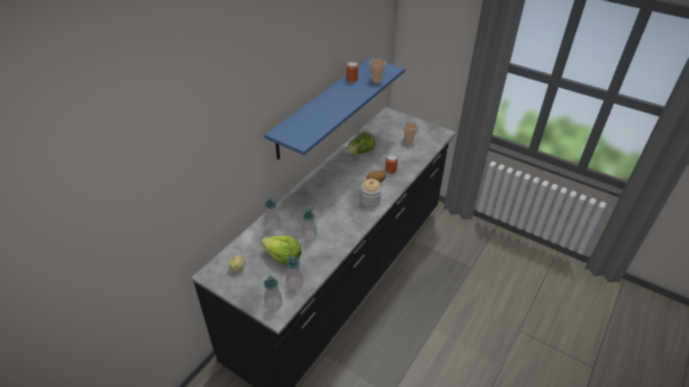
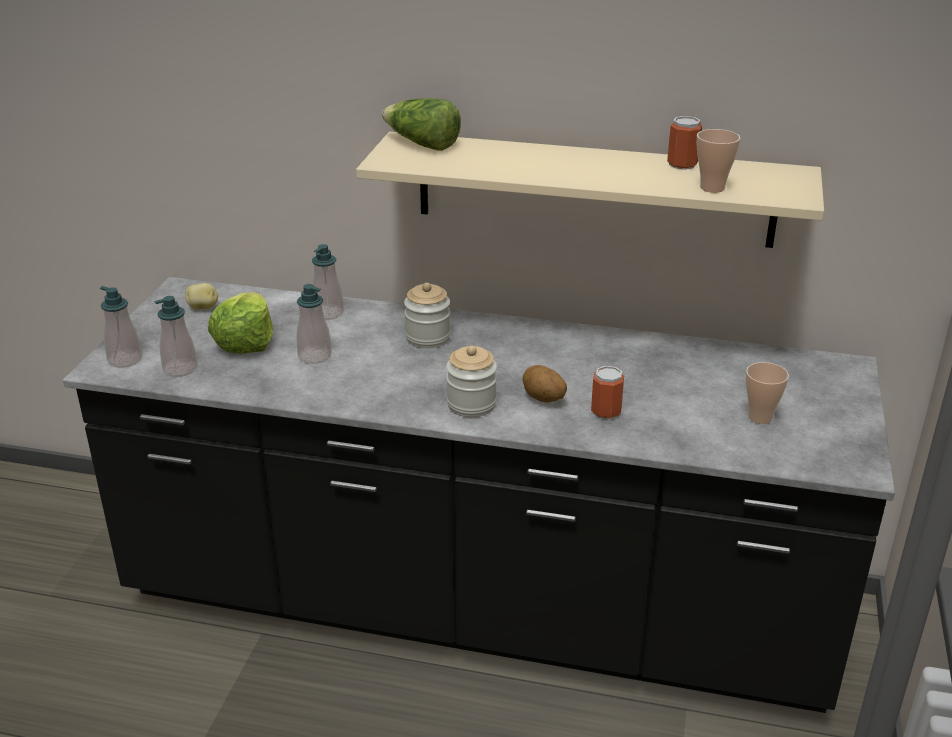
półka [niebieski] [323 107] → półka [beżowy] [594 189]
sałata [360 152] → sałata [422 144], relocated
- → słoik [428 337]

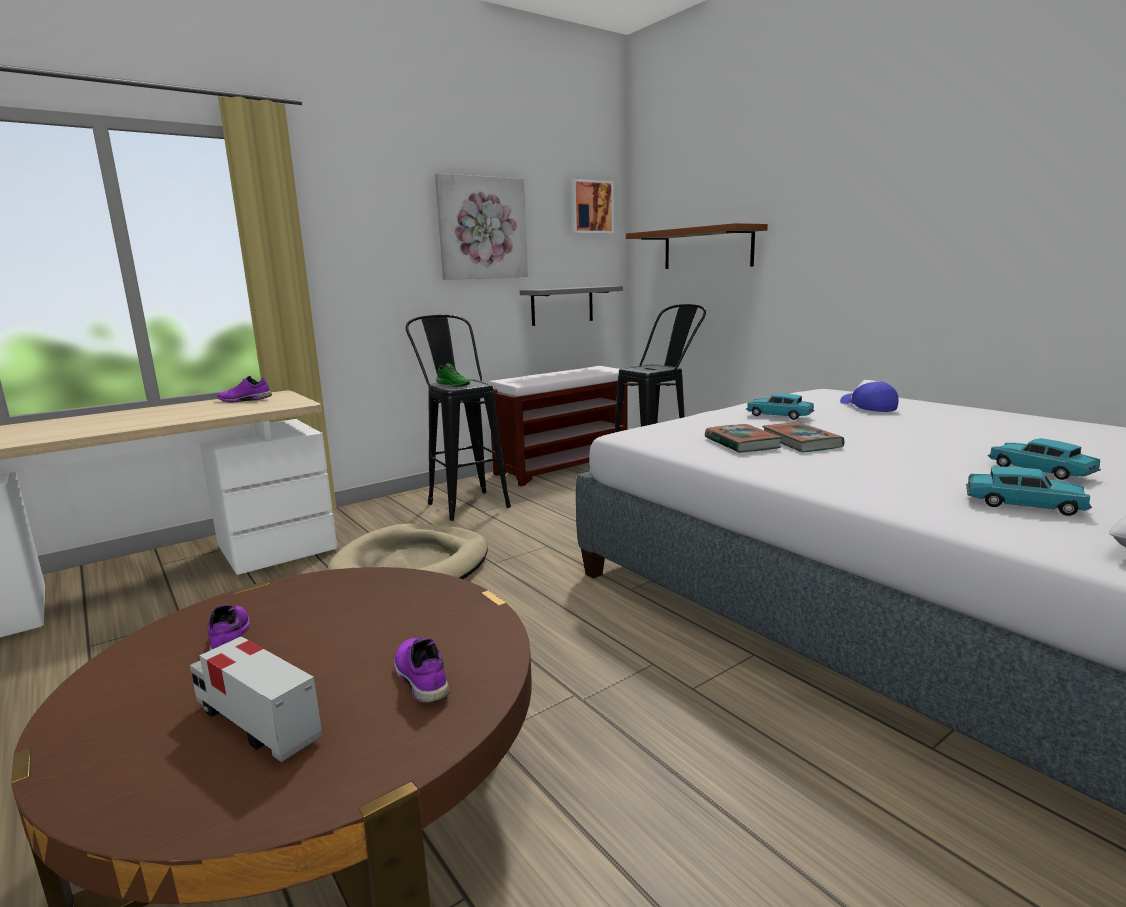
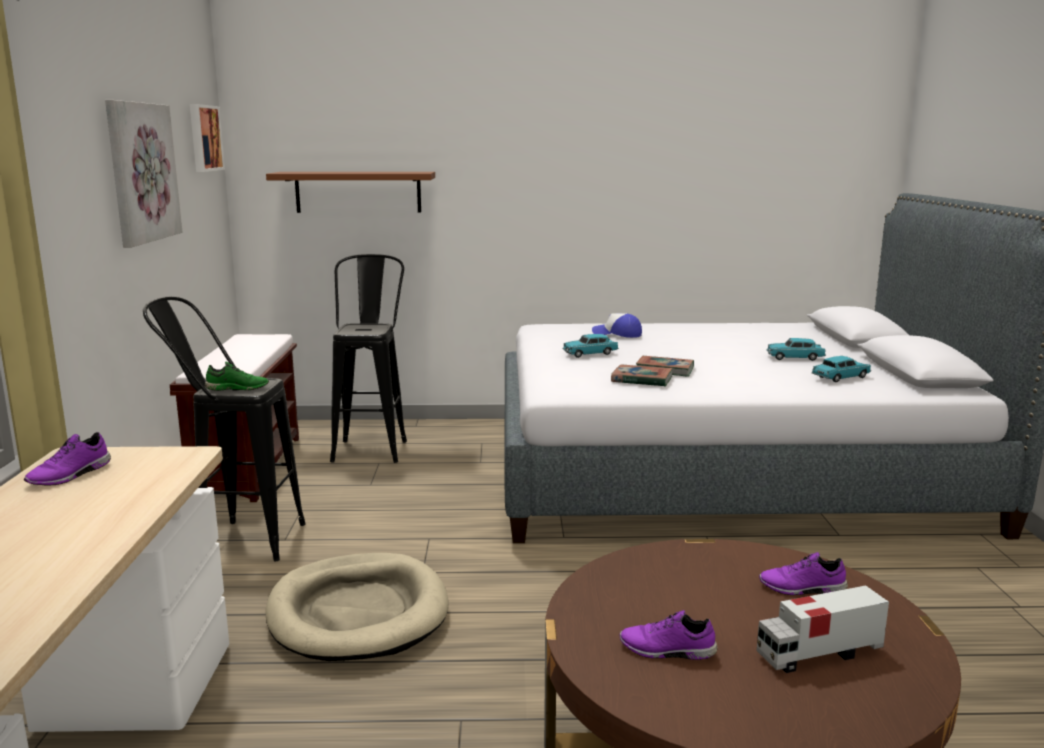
półka [szary] [562 305] → -

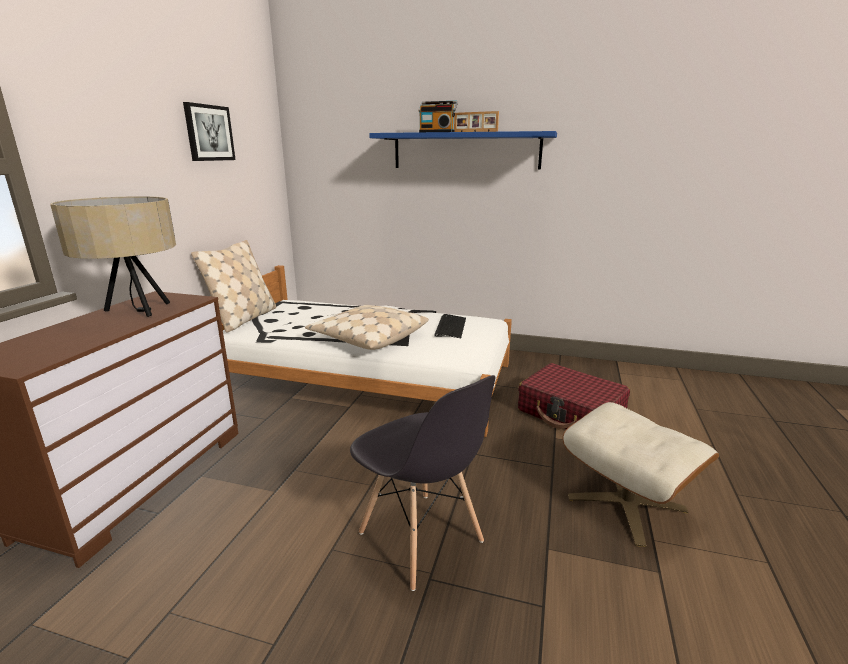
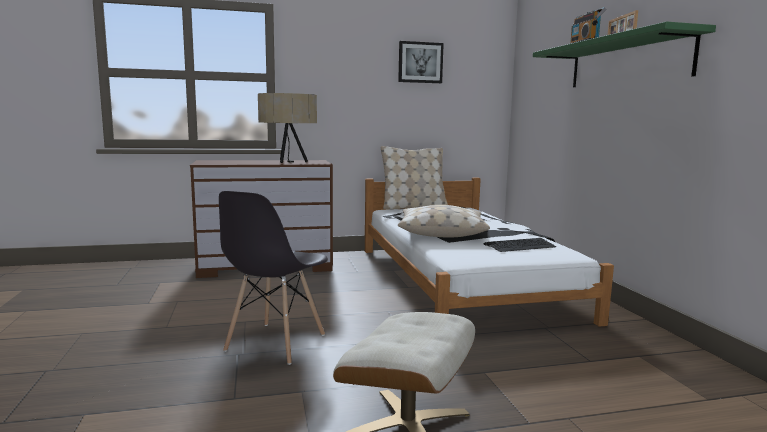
półka [niebieski] [466 151] → półka [zielony] [627 62]
walizka [czerwony] [571 413] → -

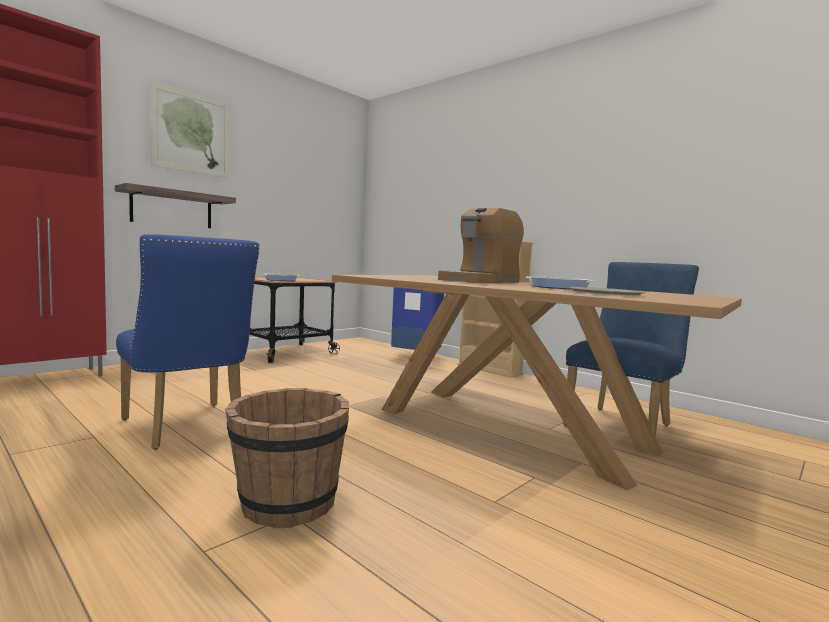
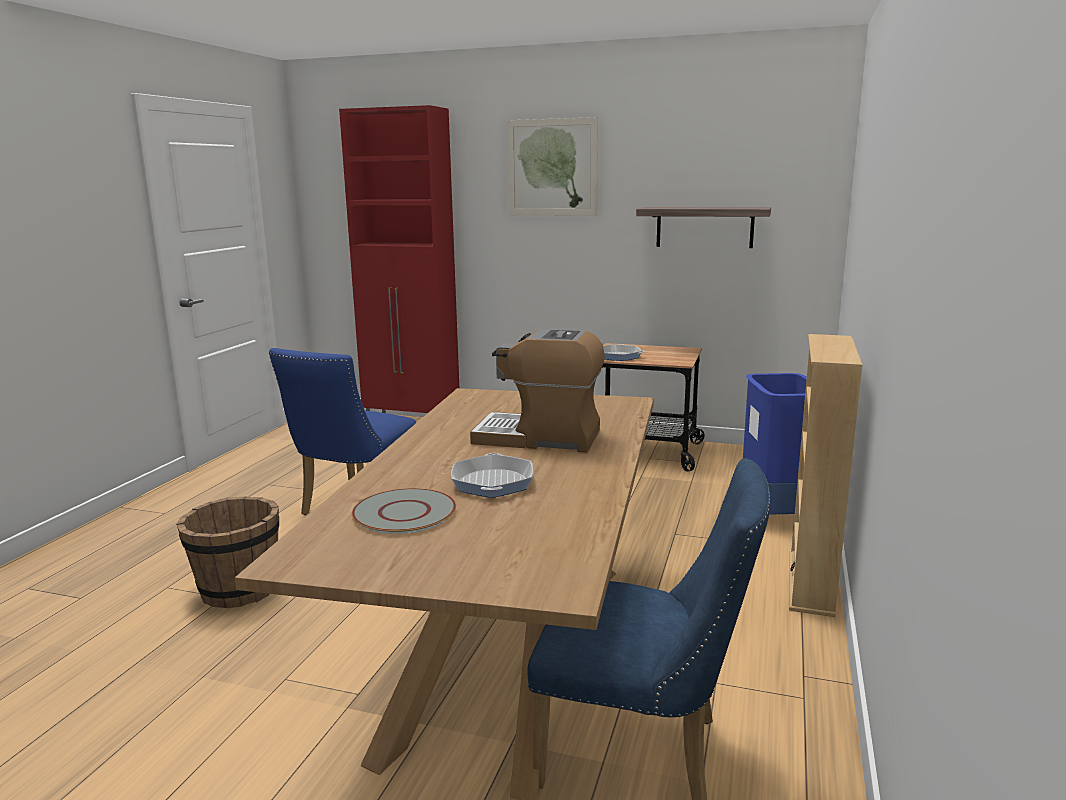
półka [172 209] → półka [704 227], relocated

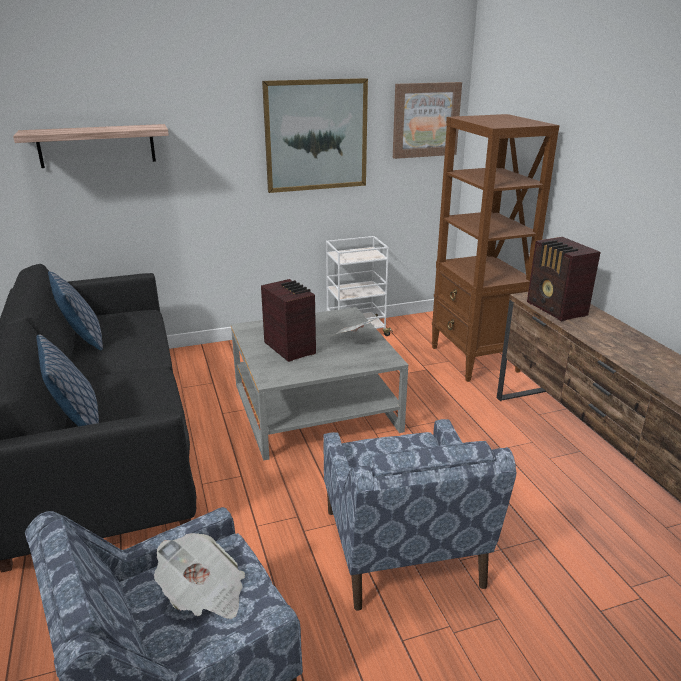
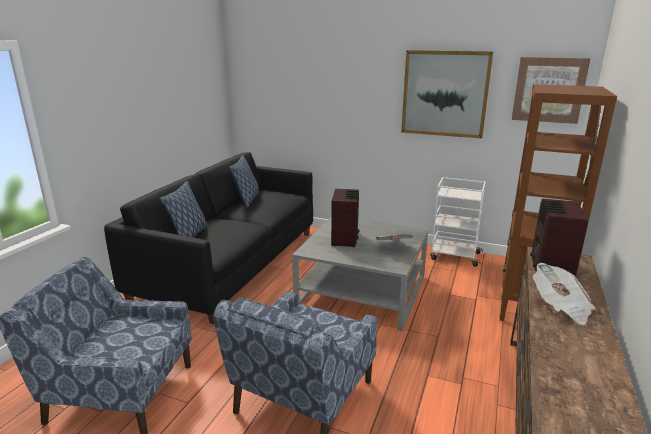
półka [96 146] → -
gazeta [204 593] → gazeta [560 307], relocated

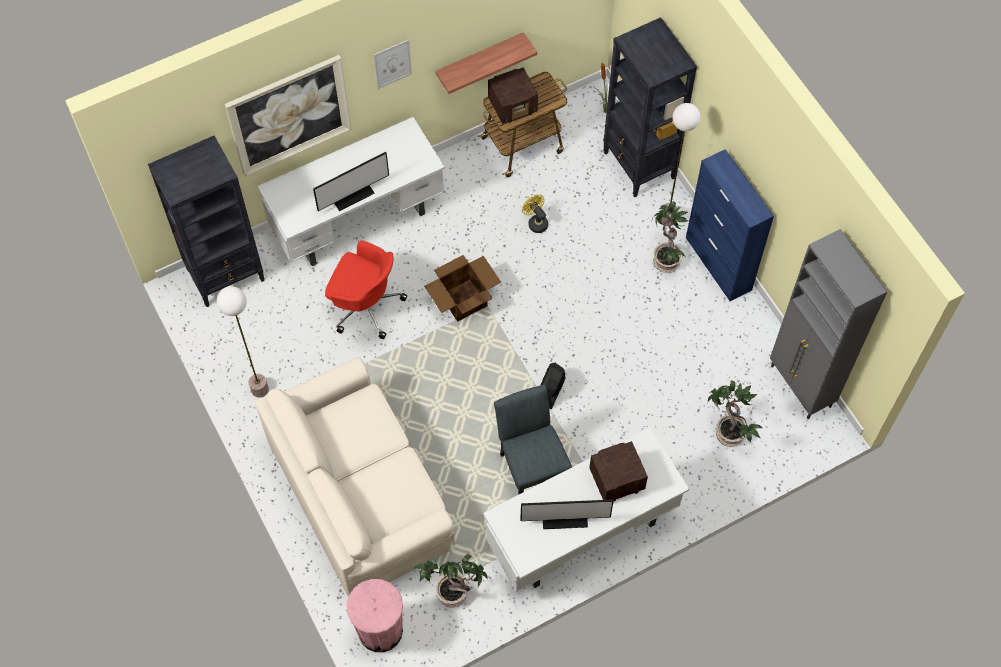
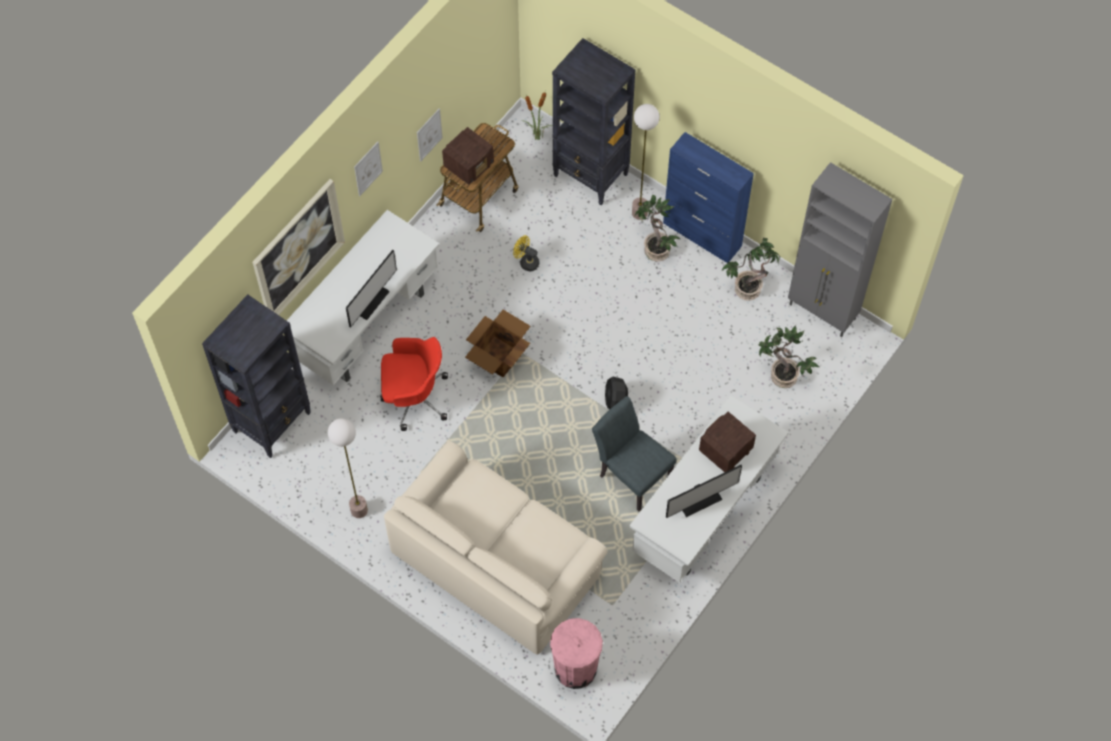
półka [479 59] → obraz [429 134]
roślina doniczkowa [453 592] → roślina doniczkowa [748 288], relocated

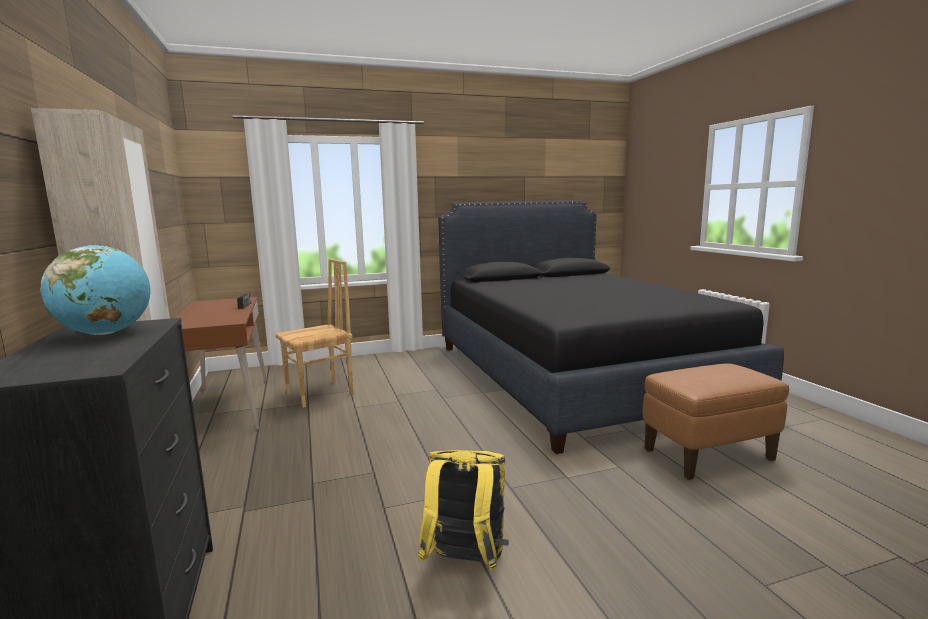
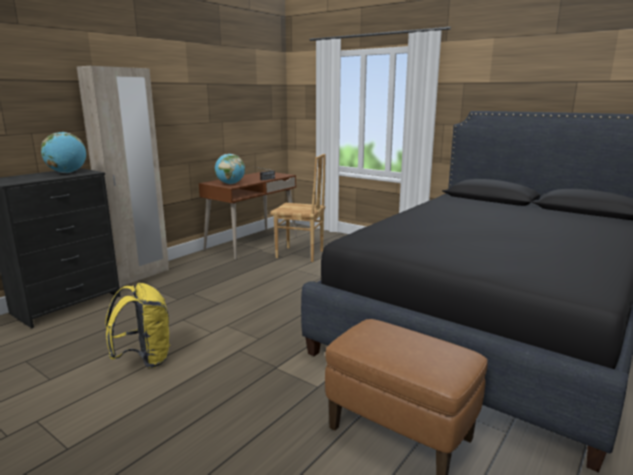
- → globus [230 184]

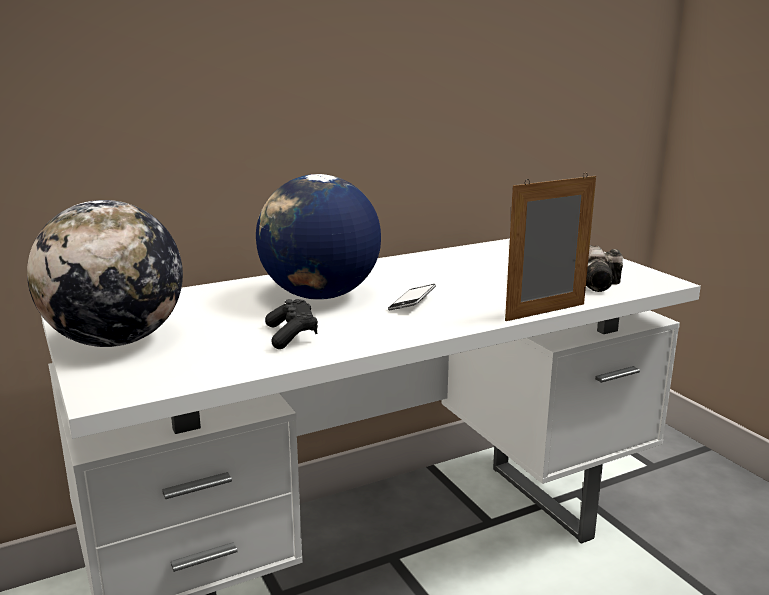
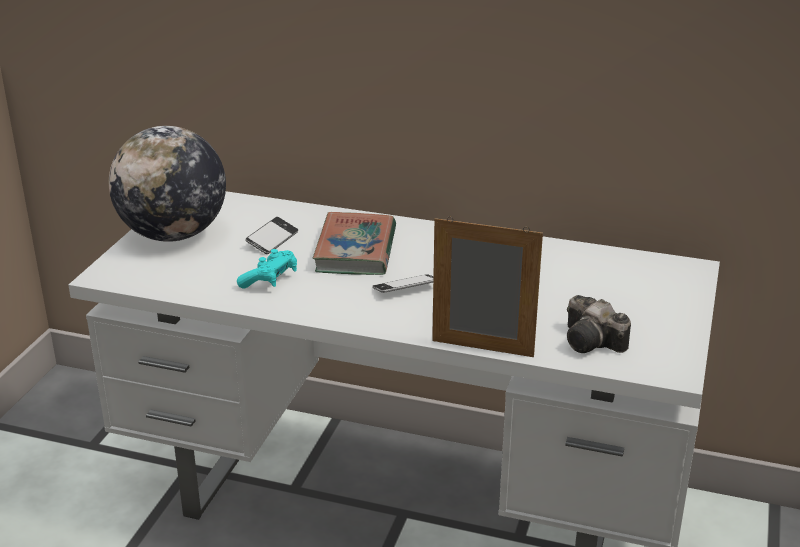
globus [319 296] → książka [356 250]
pad do gier [czarny] [292 335] → pad do gier [turkusowy] [270 280]
- → telefon [272 240]

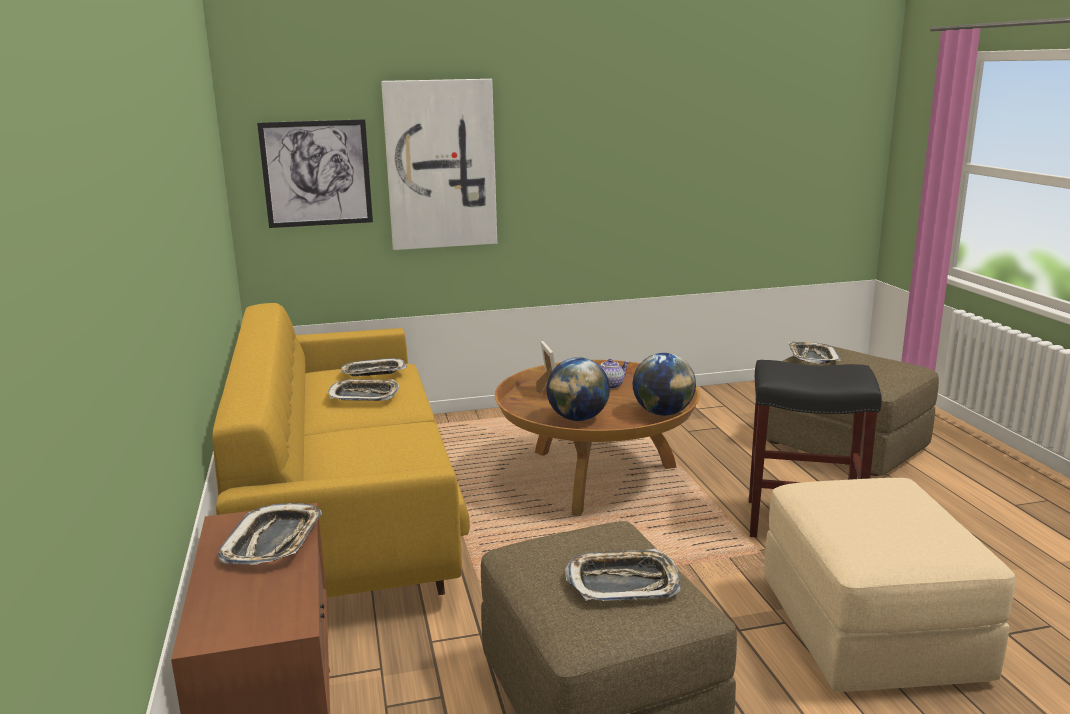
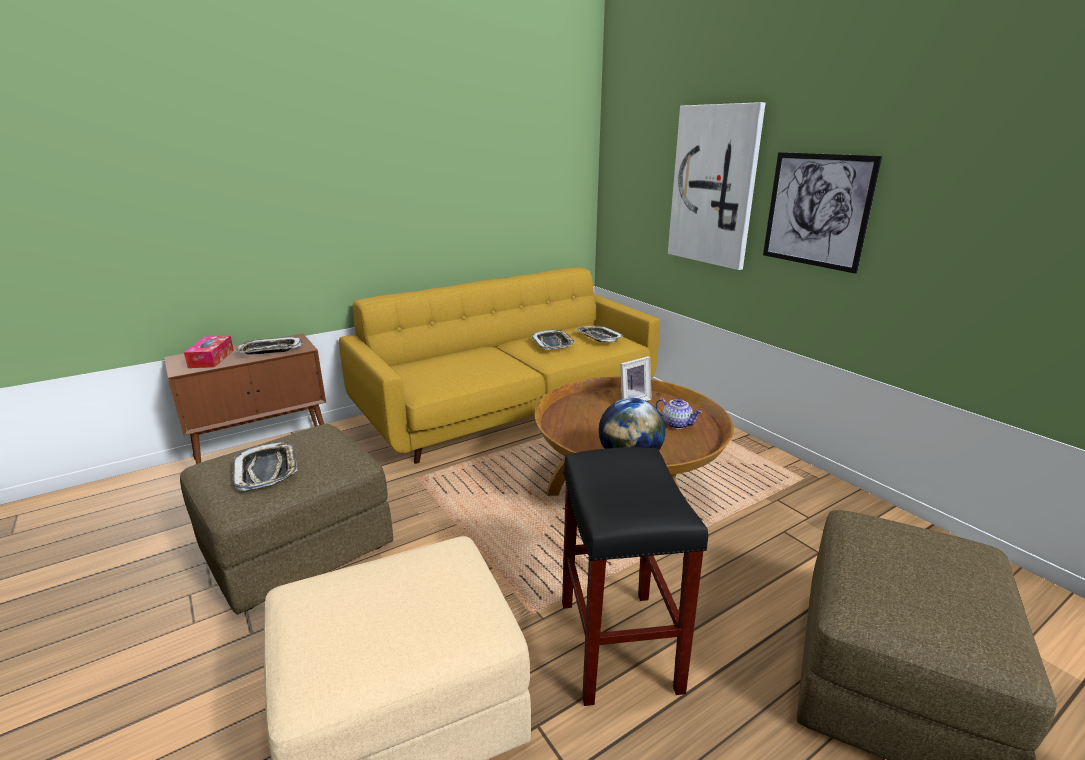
obraz [316 173] → obraz [817 210], relocated
taca [812 357] → -
globus [578 418] → -
- → pudełko chusteczek [211 358]

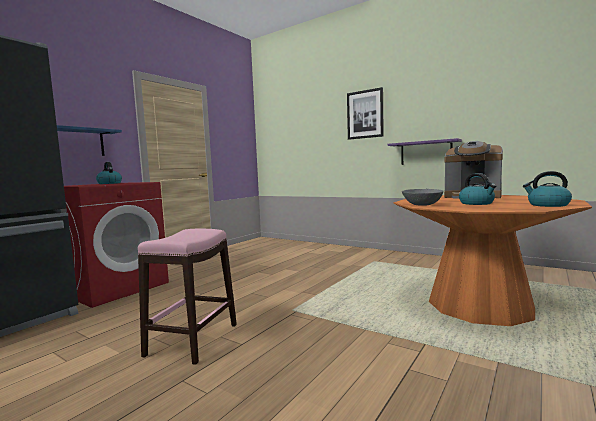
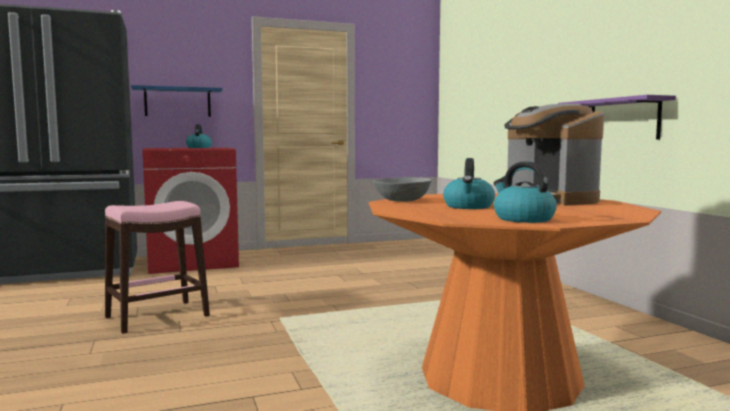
obraz [365 114] → -

